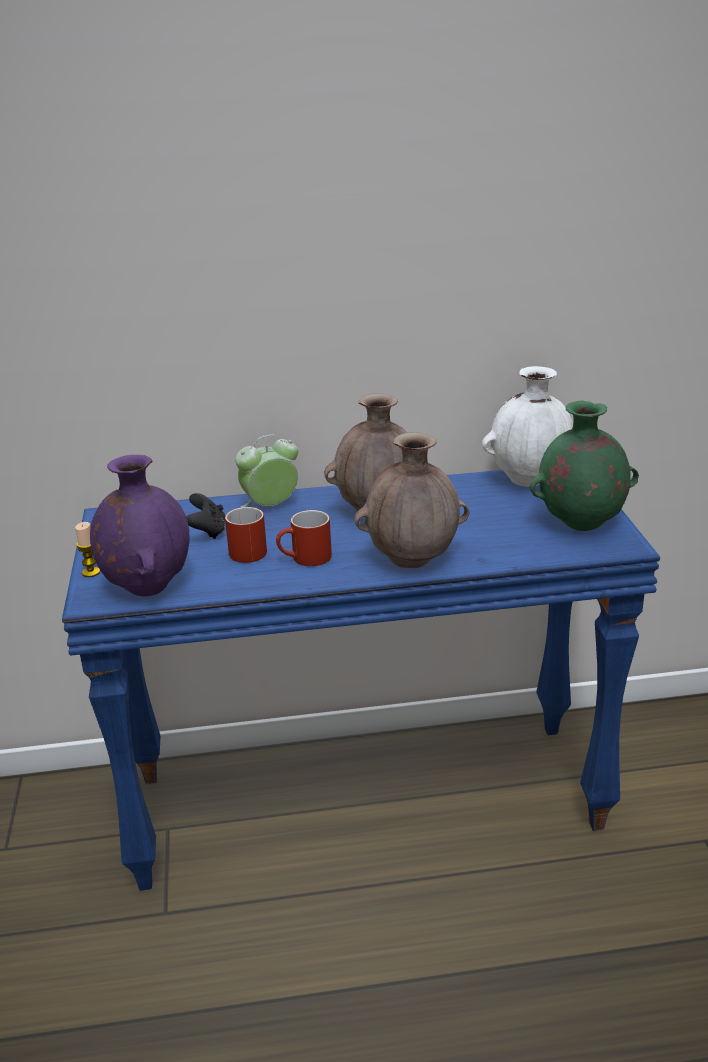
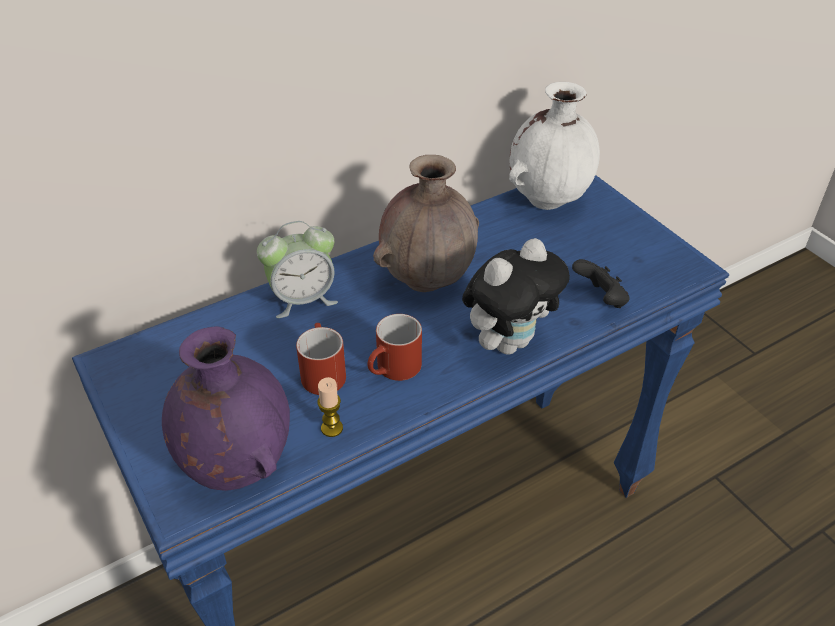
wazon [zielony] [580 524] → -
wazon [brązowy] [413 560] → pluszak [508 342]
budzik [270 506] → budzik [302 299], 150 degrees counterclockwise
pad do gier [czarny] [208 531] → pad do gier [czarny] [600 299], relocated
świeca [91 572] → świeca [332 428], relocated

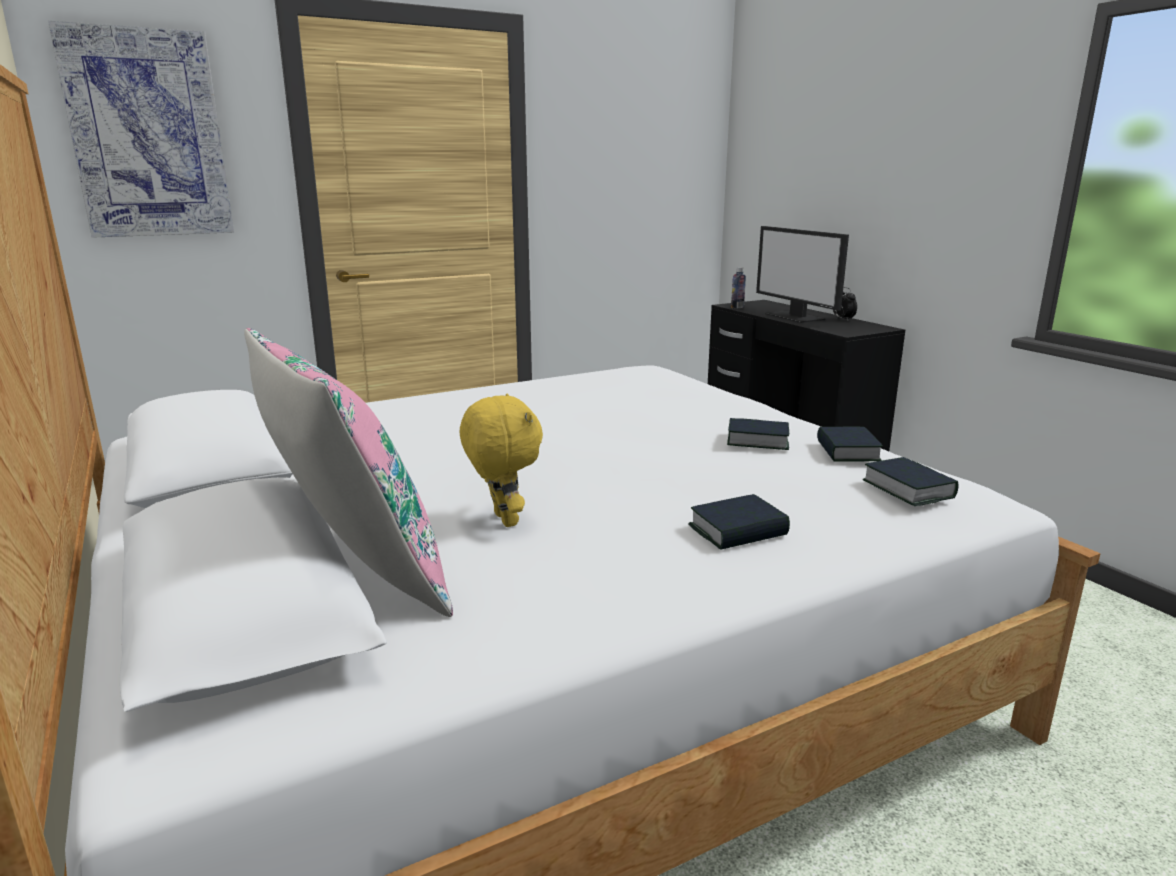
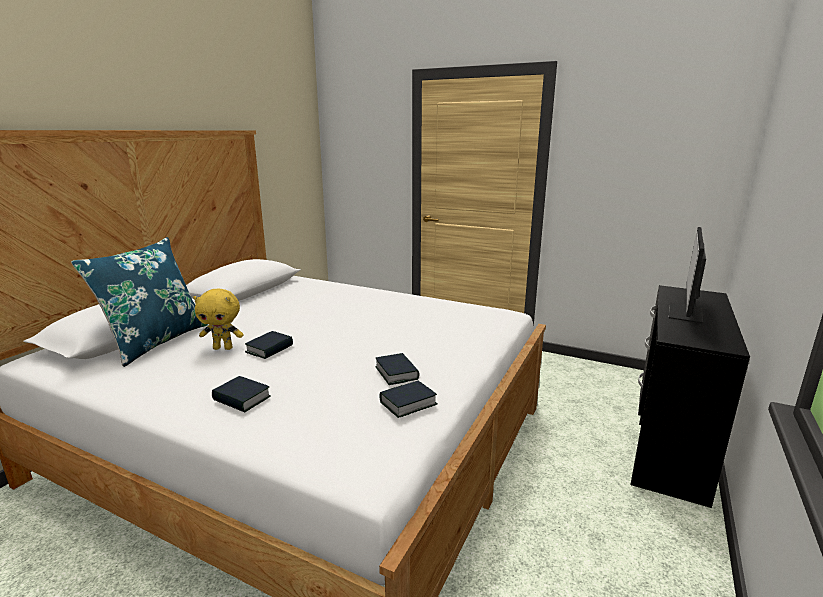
obraz [148 135] → -
butelka [737 307] → -
budzik [842 320] → -
poduszka [różowy] [355 574] → poduszka [niebieski] [155 341]
pluszak [żółty] [502 520] → pluszak [żółty] [223 348], 60 degrees clockwise
książka [908 489] → książka [269 349], relocated

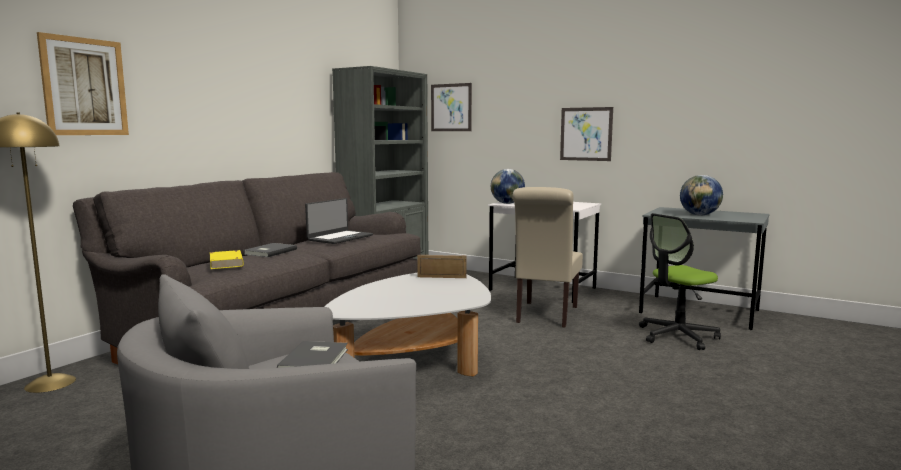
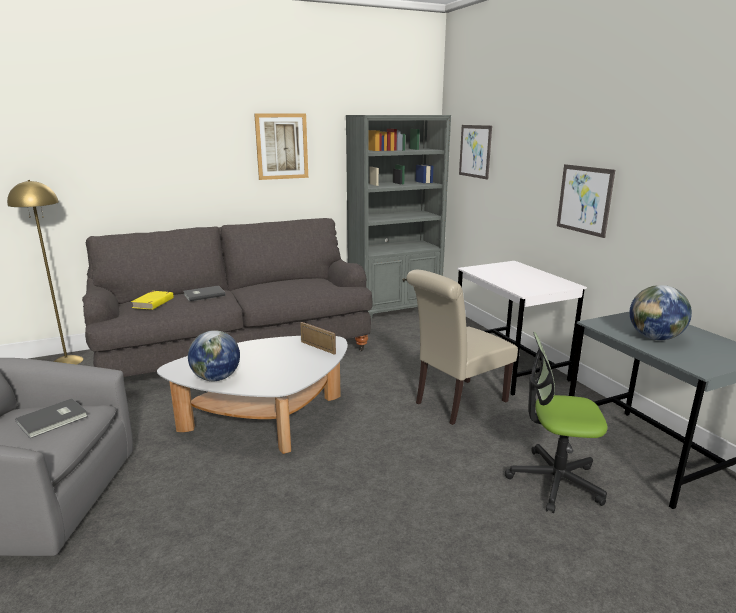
obraz [84 87] → obraz [282 146], relocated
globus [507 203] → globus [216 378], relocated
laptop [339 237] → -

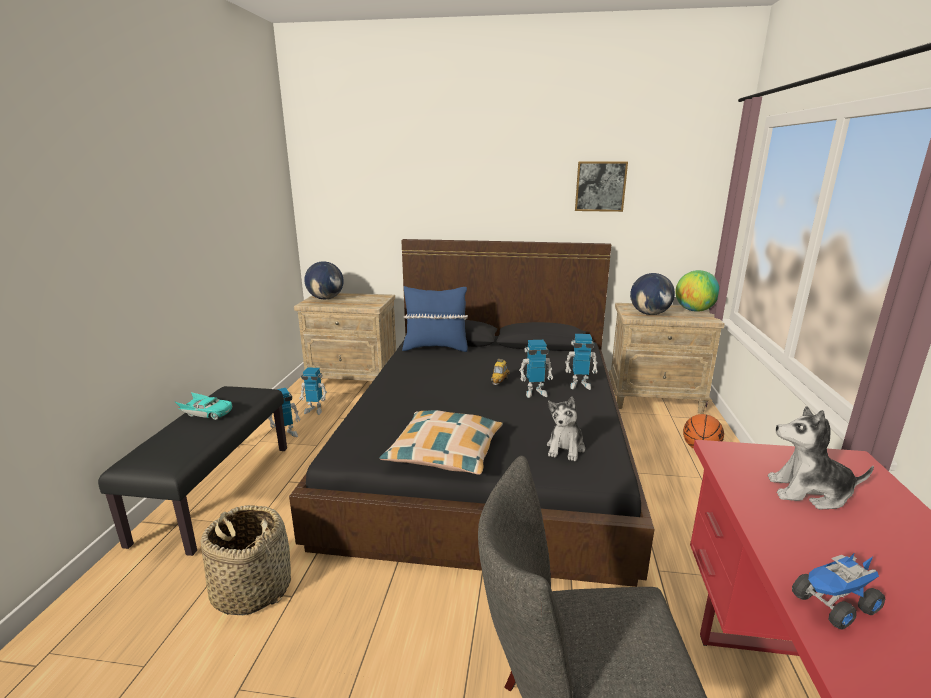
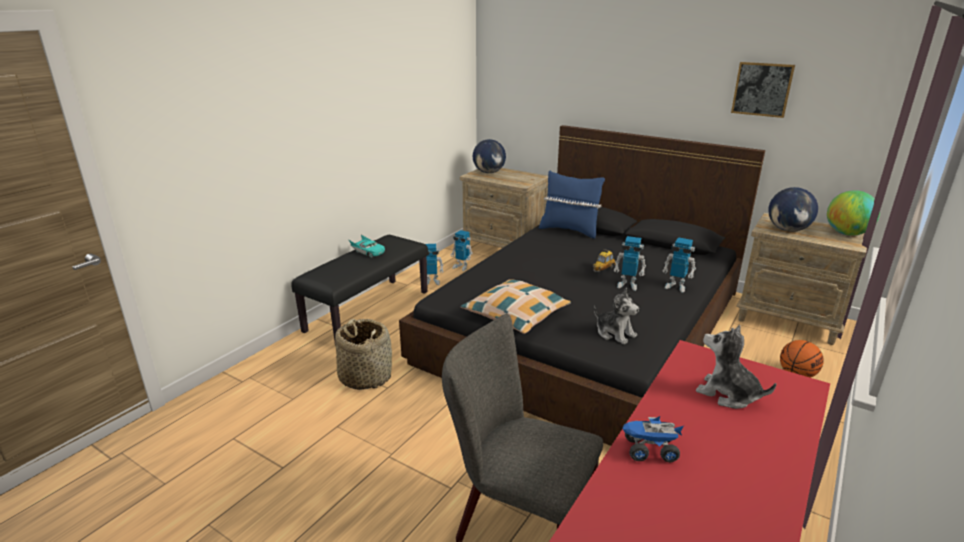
pluszak [565 448] → pluszak [615 333], 90 degrees counterclockwise

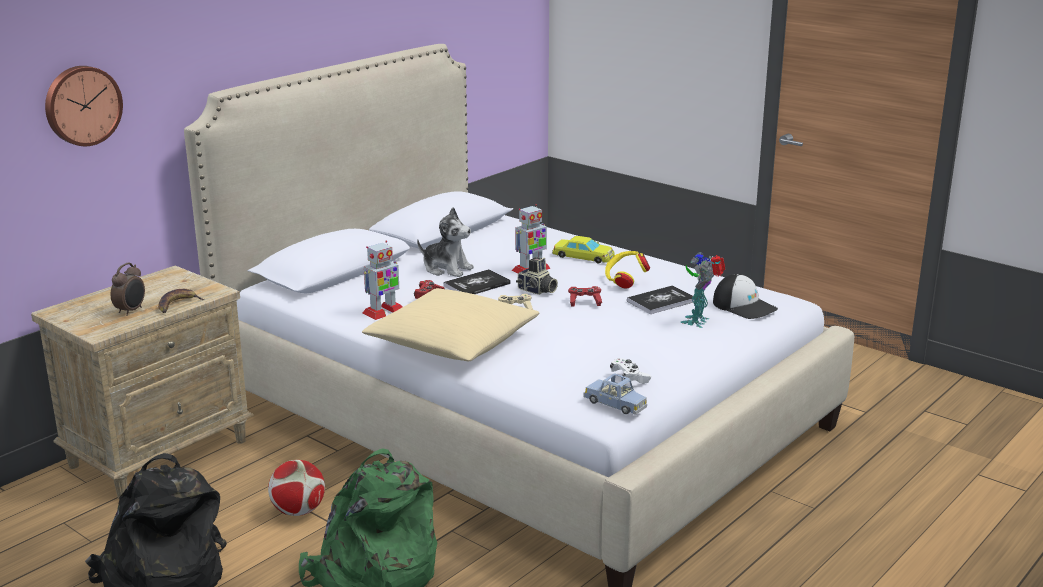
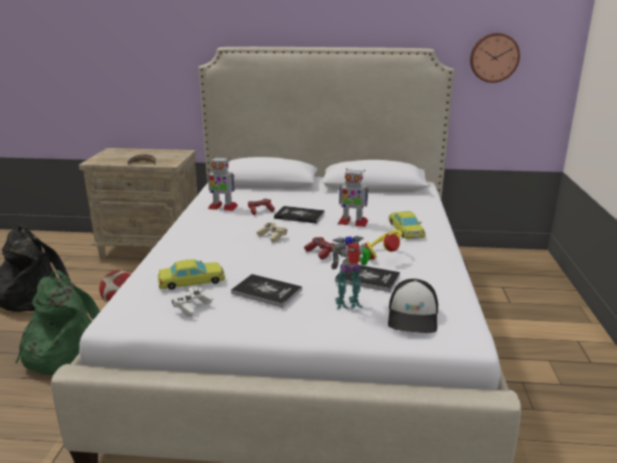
zegar ścienny [82 105] → zegar ścienny [494 57], relocated
pluszak [447 269] → -
aparat fotograficzny [537 290] → -
budzik [131 311] → -
poduszka [beżowy] [452 343] → -
samochodzik [niebieski] [615 404] → -
- → samochodzik [żółty] [192 280]
- → książka [266 292]

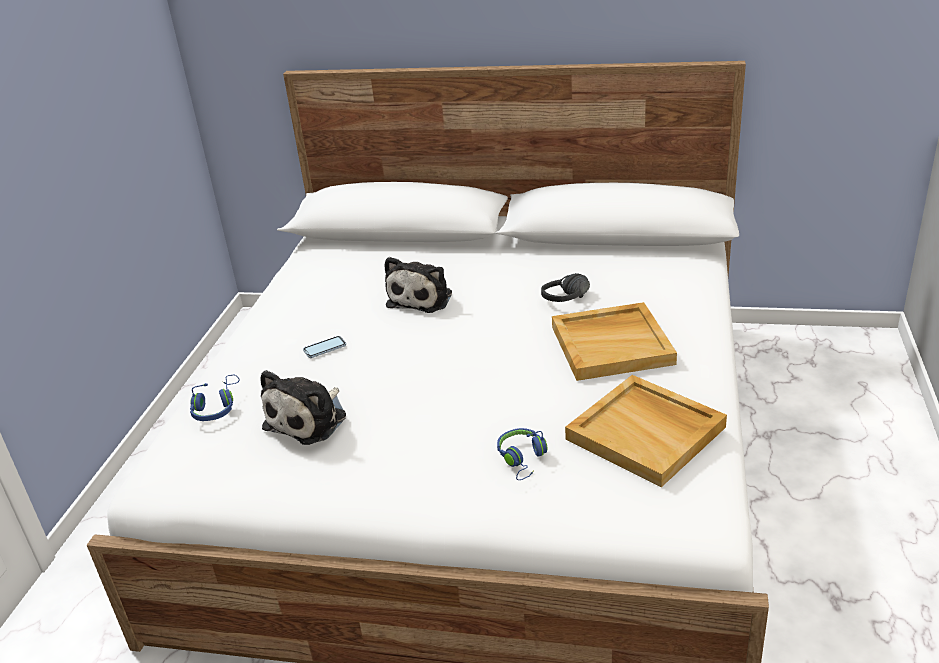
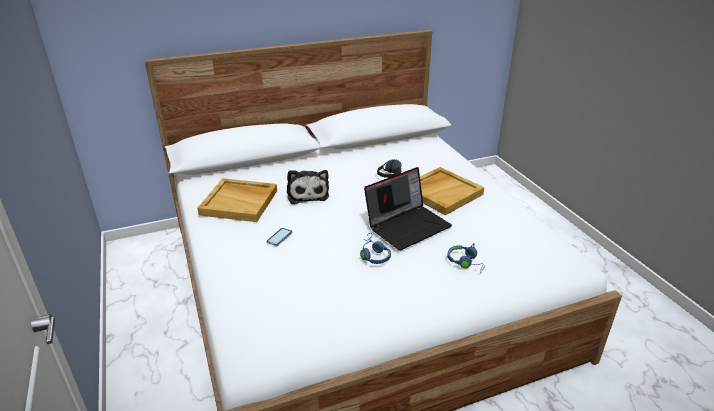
pluszak [309 420] → -
słuchawki [niebieski] [216 407] → słuchawki [niebieski] [373 255], relocated
taca [beżowy] [647 433] → taca [beżowy] [240 202], relocated
- → laptop [408 225]

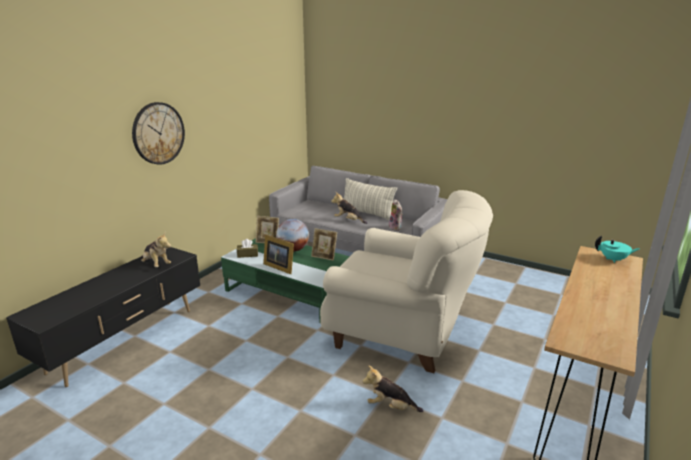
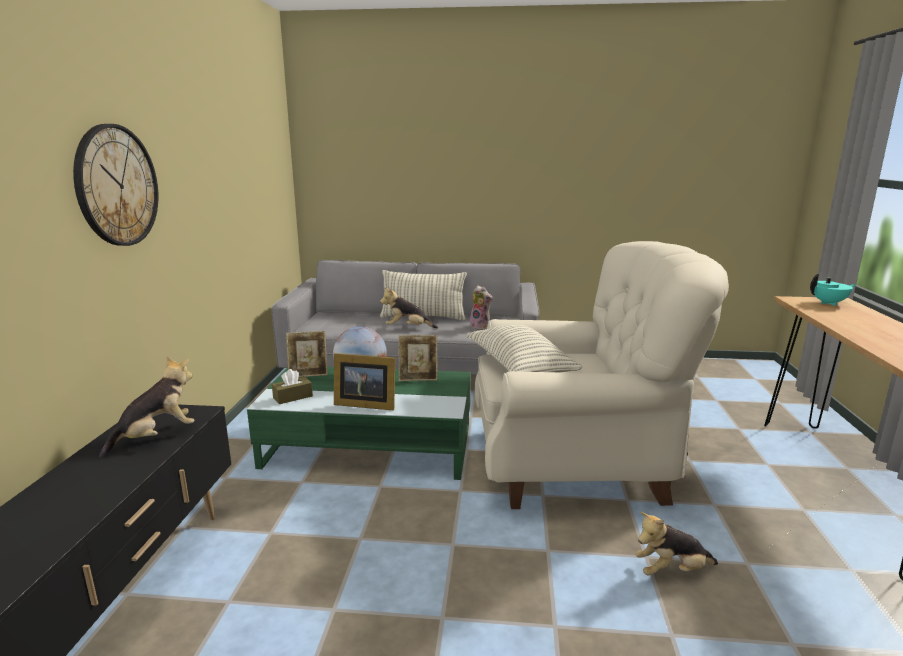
pluszak [156 265] → pluszak [156 437], 60 degrees counterclockwise
- → poduszka [519 367]

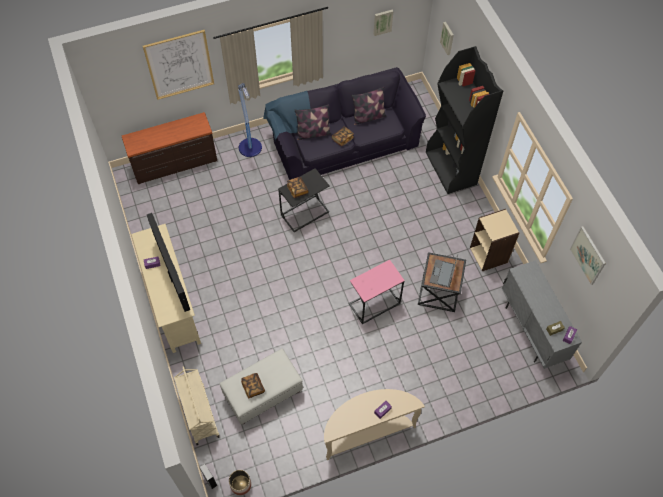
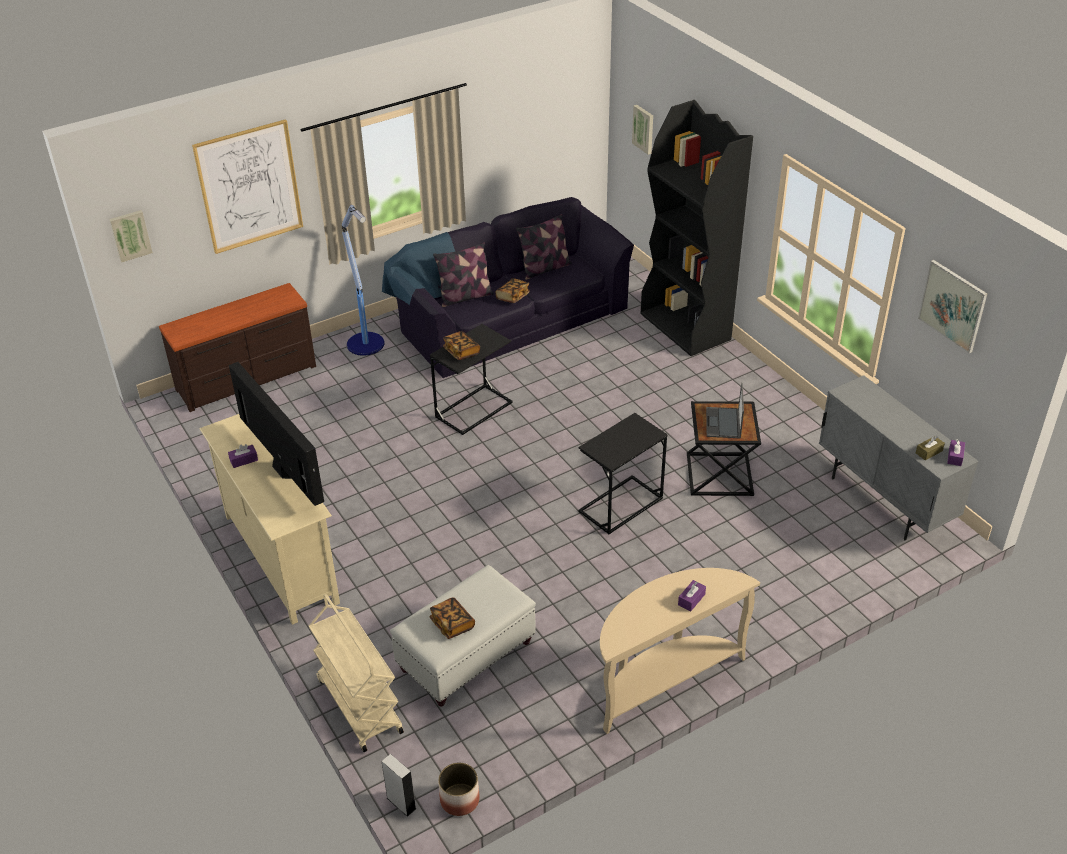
obraz [382 22] → obraz [130 235], relocated
regał [beżowy] [489 255] → -
stolik [różowy] [374 304] → stolik [czarny] [620 505]

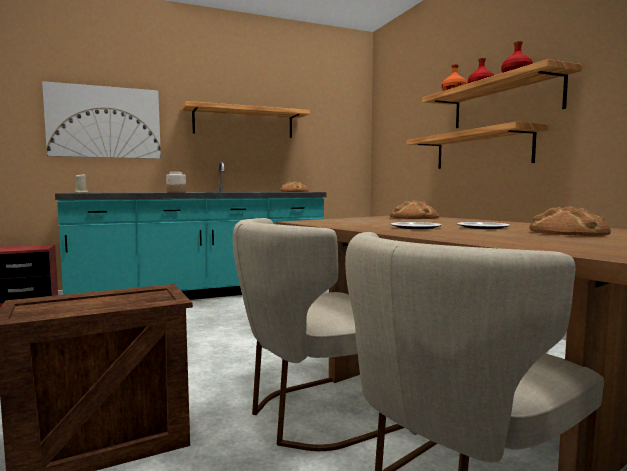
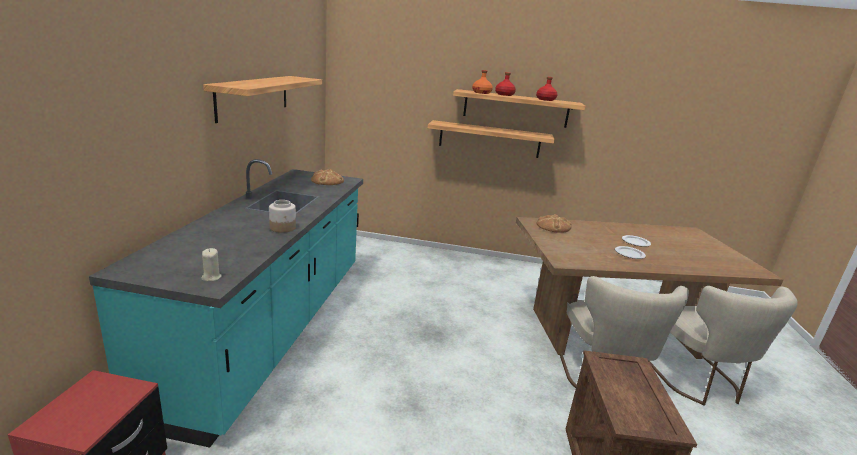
obraz [104 122] → -
chleb [568 232] → -

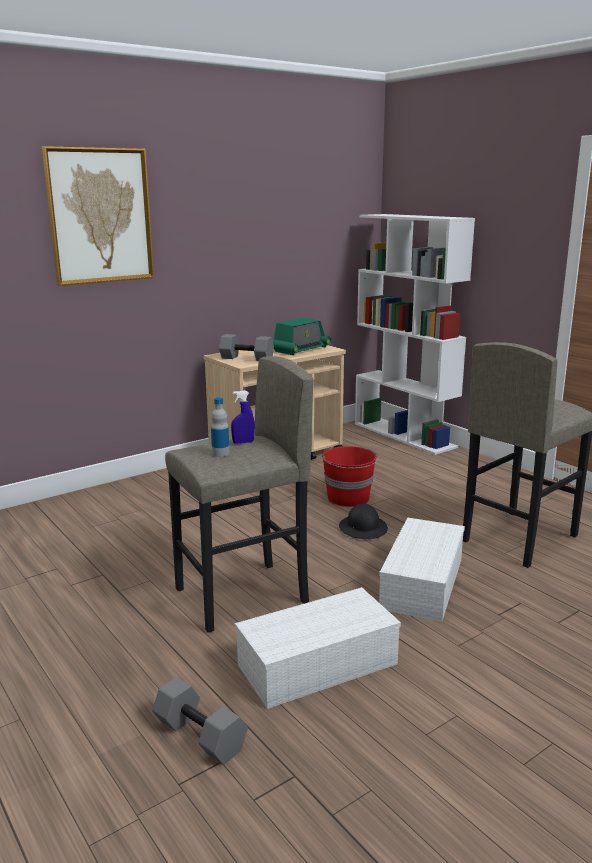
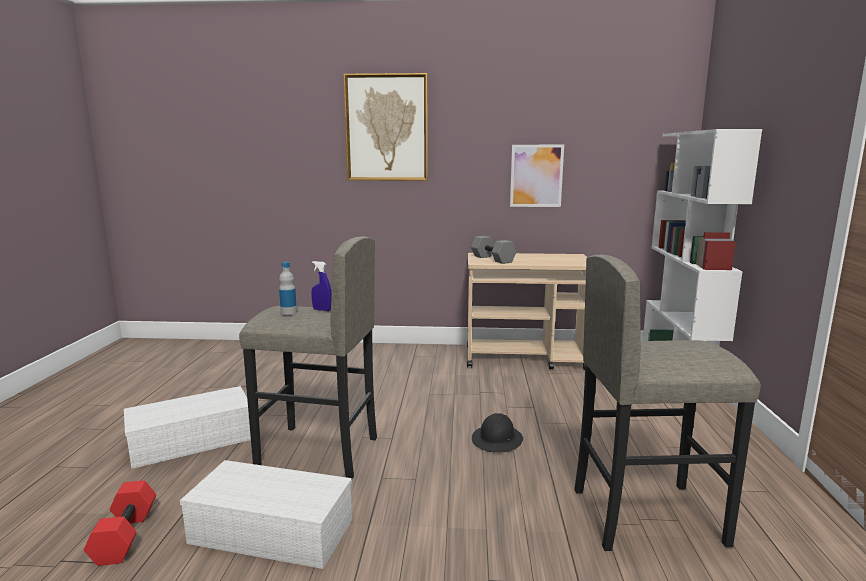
radio [301 349] → -
wiadro [czerwony] [348 498] → -
pojemnik do przechowywania [biały] [421 582] → pojemnik do przechowywania [biały] [193 440], relocated
hantel [szary] [198 736] → hantel [czerwony] [124 535]
- → obraz [536 176]

